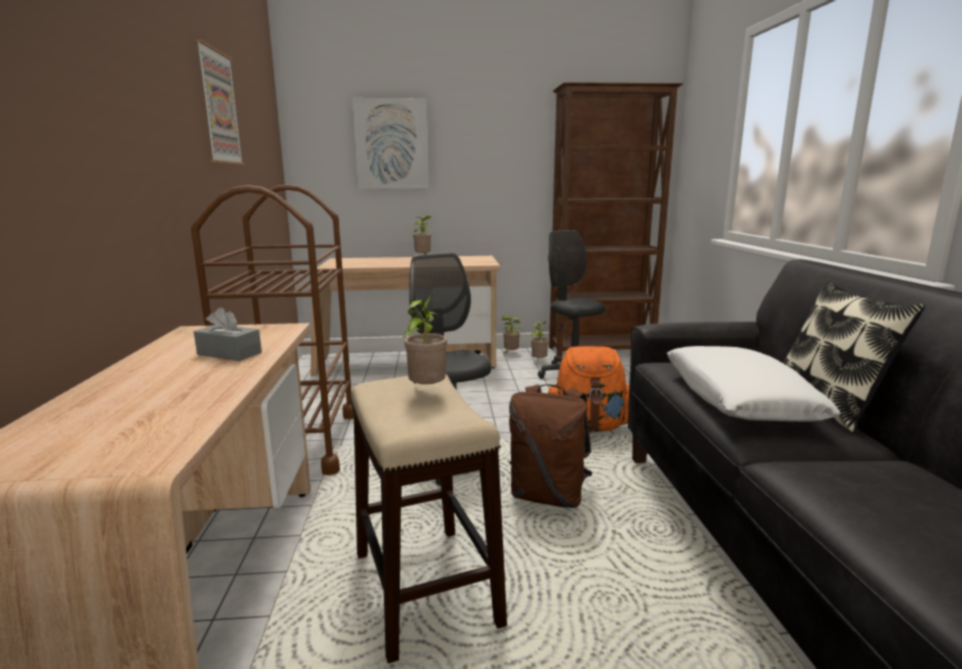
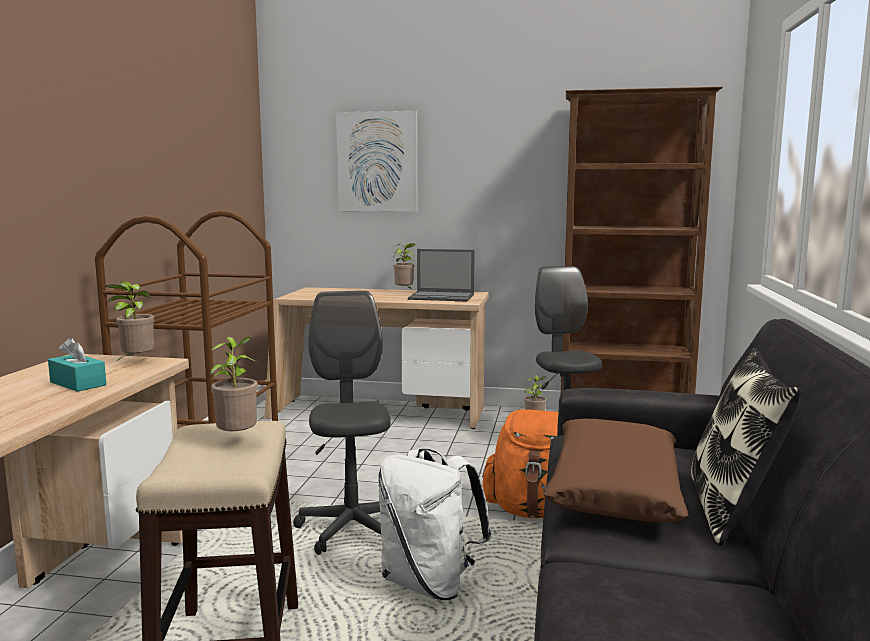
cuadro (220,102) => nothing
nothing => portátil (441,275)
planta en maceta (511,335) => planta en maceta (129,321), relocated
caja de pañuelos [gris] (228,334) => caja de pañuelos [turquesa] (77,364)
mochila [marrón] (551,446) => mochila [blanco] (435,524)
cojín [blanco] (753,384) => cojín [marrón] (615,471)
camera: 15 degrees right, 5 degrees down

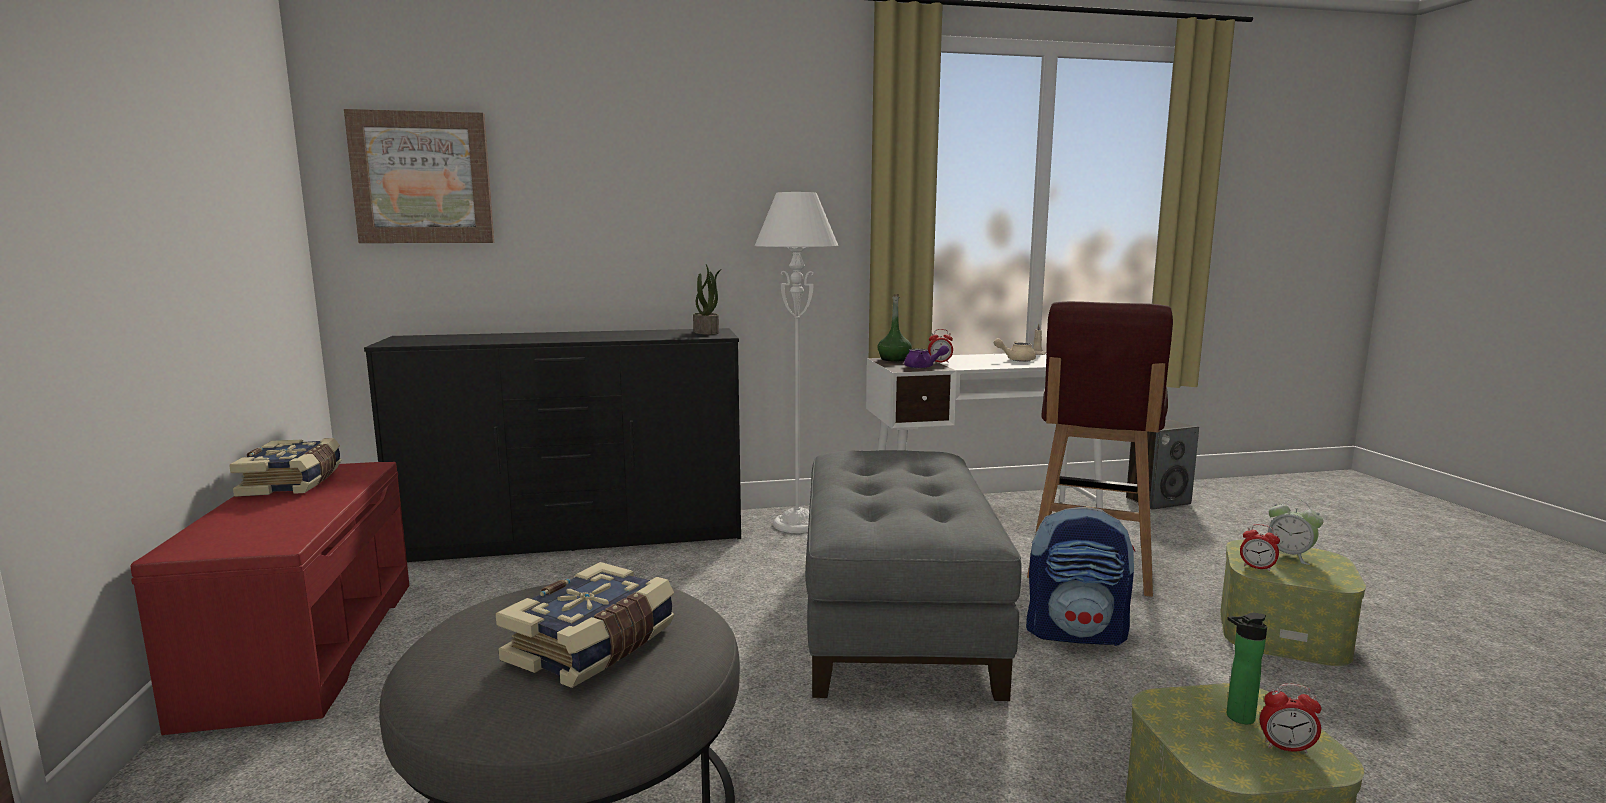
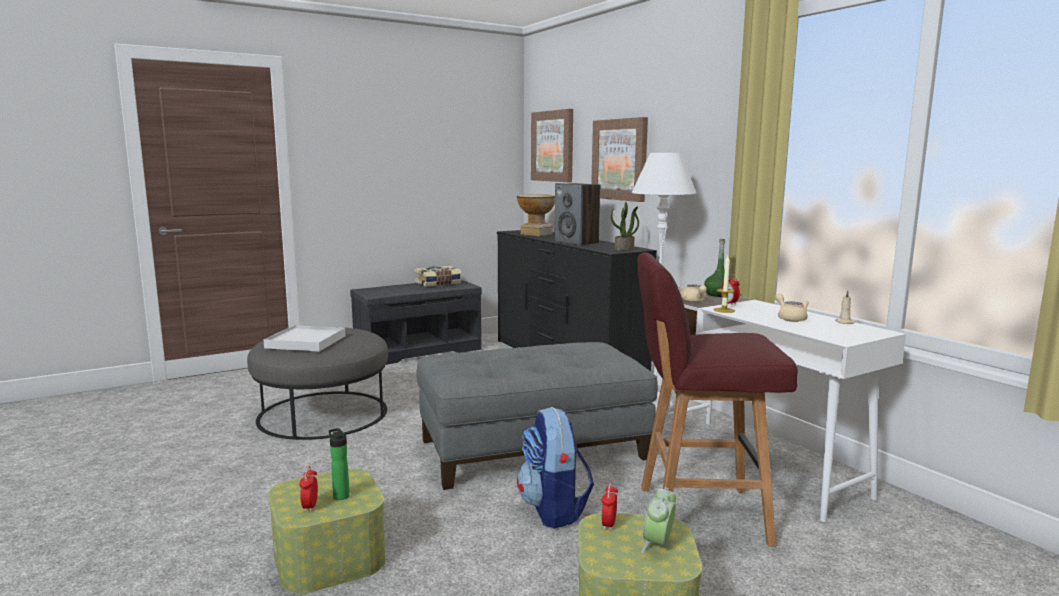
nothing => florero (536,215)
nothing => cuadro (619,159)
nothing => vela (724,284)
altavoz (1162,465) => altavoz (577,214), relocated
libro (585,625) => bandeja [blanco] (305,338)
banco [rojo] (270,598) => banco [gris] (416,322)
tetera [morado] (926,356) => tetera [beis] (693,293)
camera: 70 degrees right, 0 degrees up

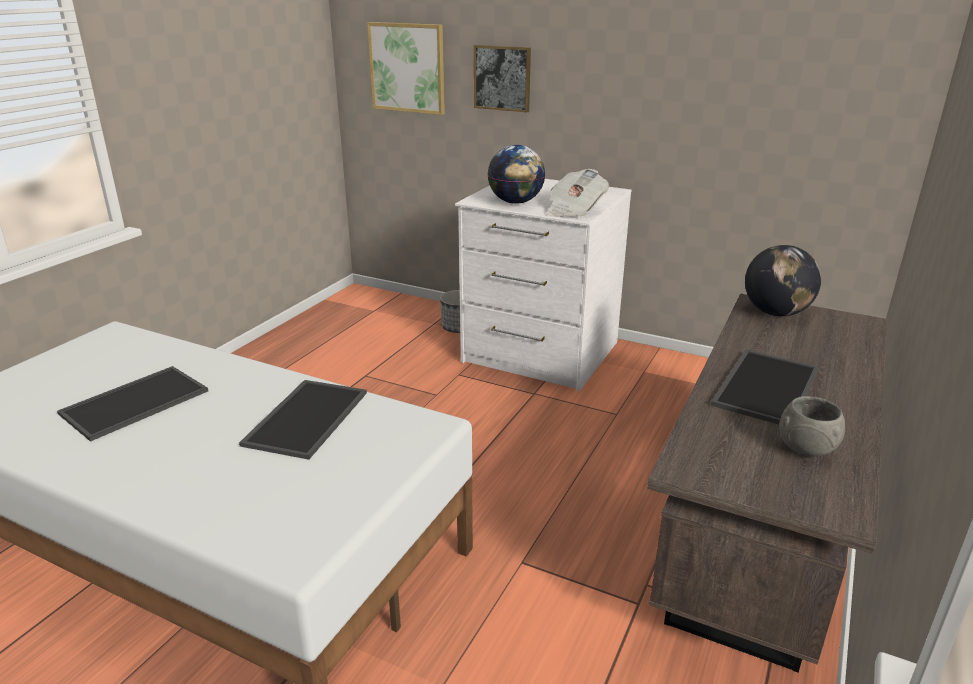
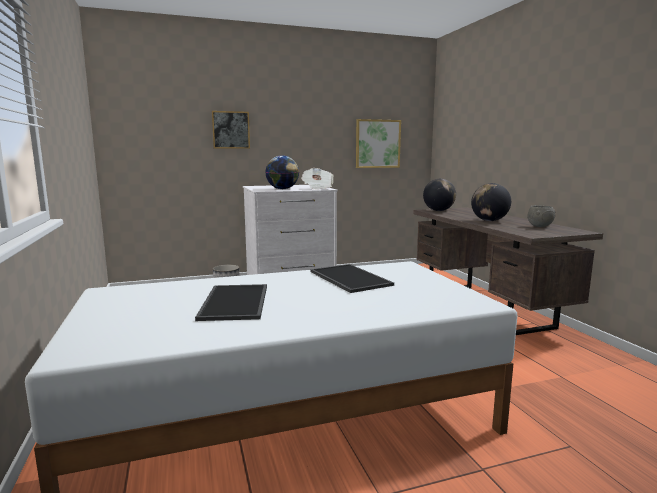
cuadro (406,68) => cuadro (378,143), relocated
bandeja (765,386) => globo terráqueo (491,202)
camera: 45 degrees left, 15 degrees down

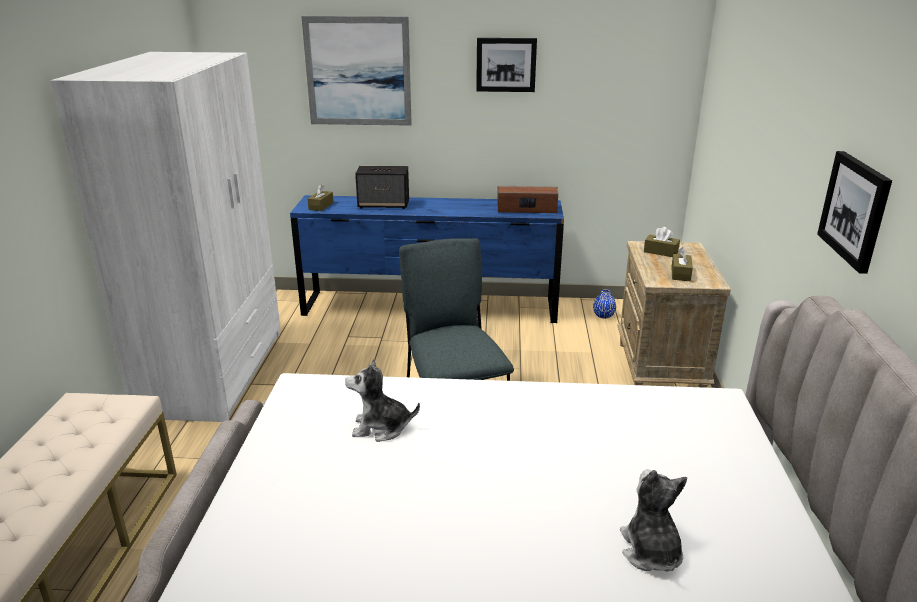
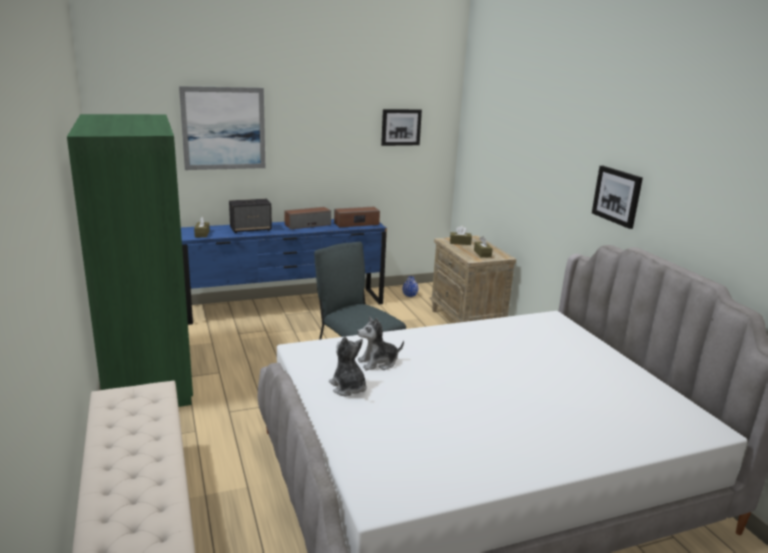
nothing => altavoz (307,218)
cuadro (506,65) => cuadro (401,127), relocated
peluche (653,520) => peluche (348,366), relocated
armario ropero [blanco] (165,237) => armario ropero [verde] (130,260)
camera: 25 degrees left, 5 degrees down

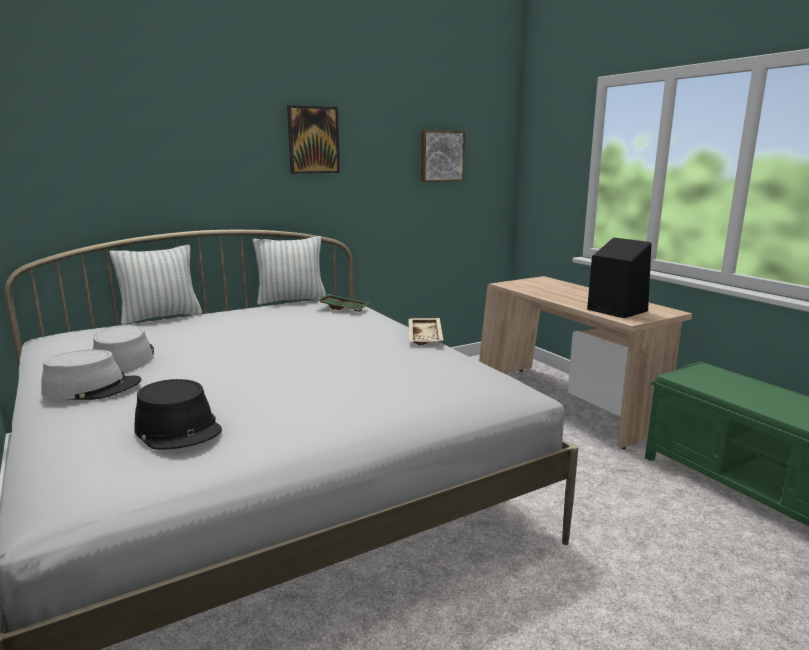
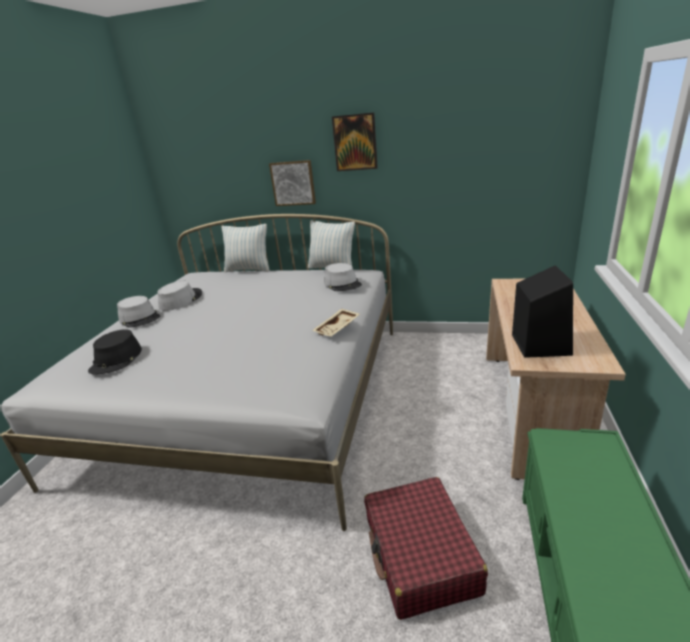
nothing => maleta [rojo] (426,548)
cuadro (443,156) => cuadro (292,183), relocated
bandeja [verde] (343,303) => sombrero [gris] (343,277)
camera: 45 degrees right, 10 degrees up

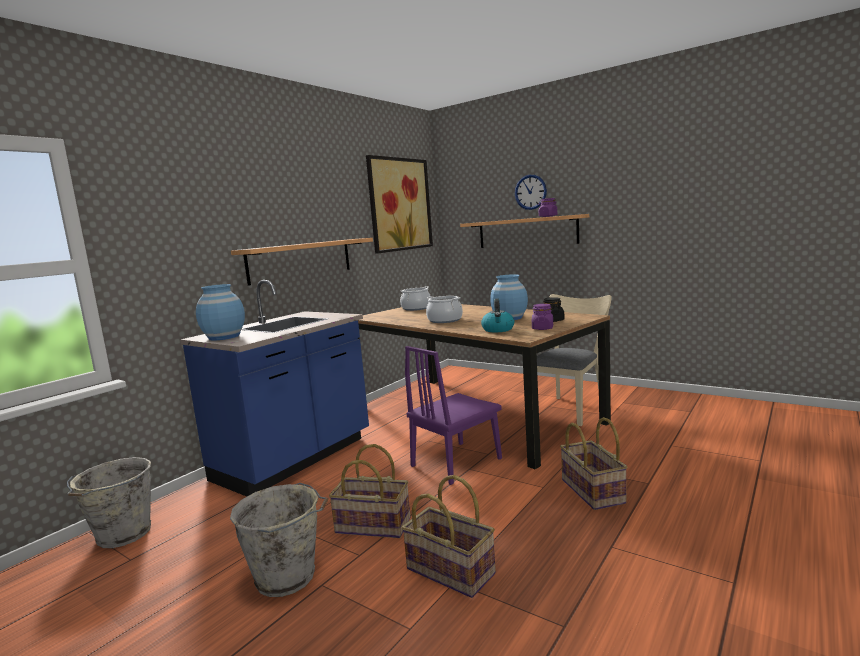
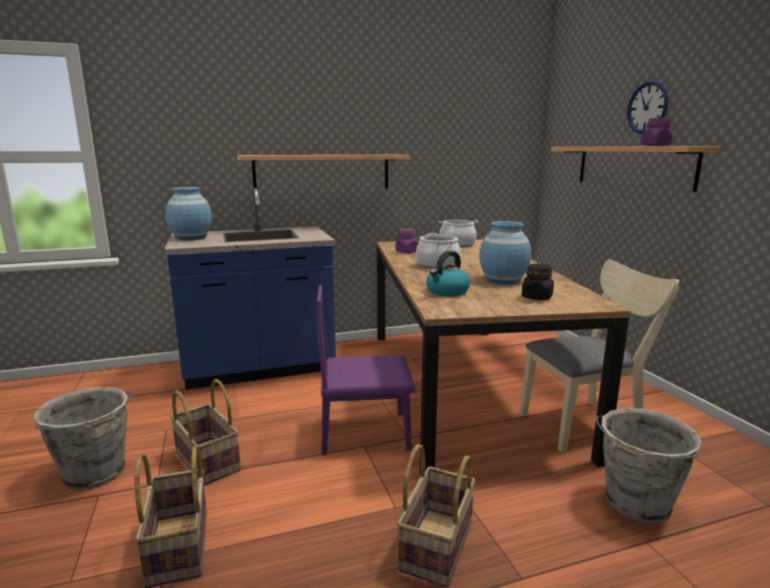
cuadro (399,204) => nothing
cubo [gris] (109,502) => cubo [gris] (648,466), relocated
tarro [morado] (542,317) => tarro [morado] (407,241), relocated
camera: 35 degrees right, 5 degrees up

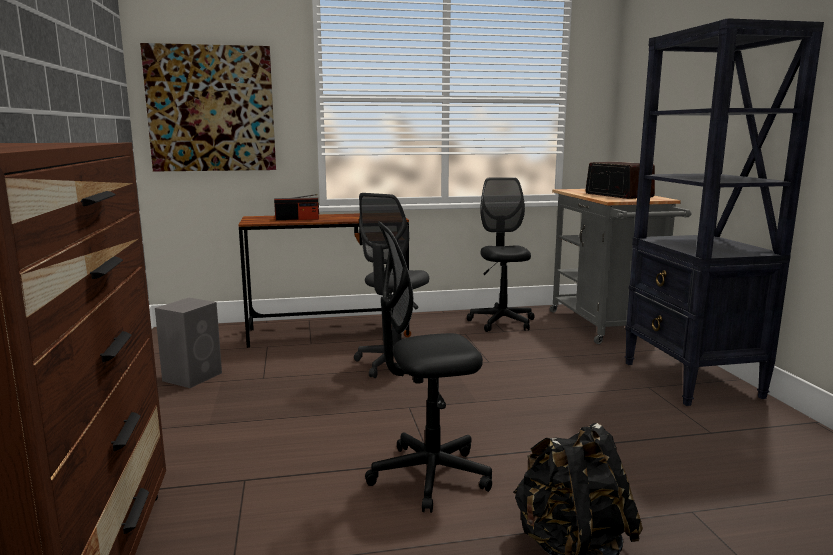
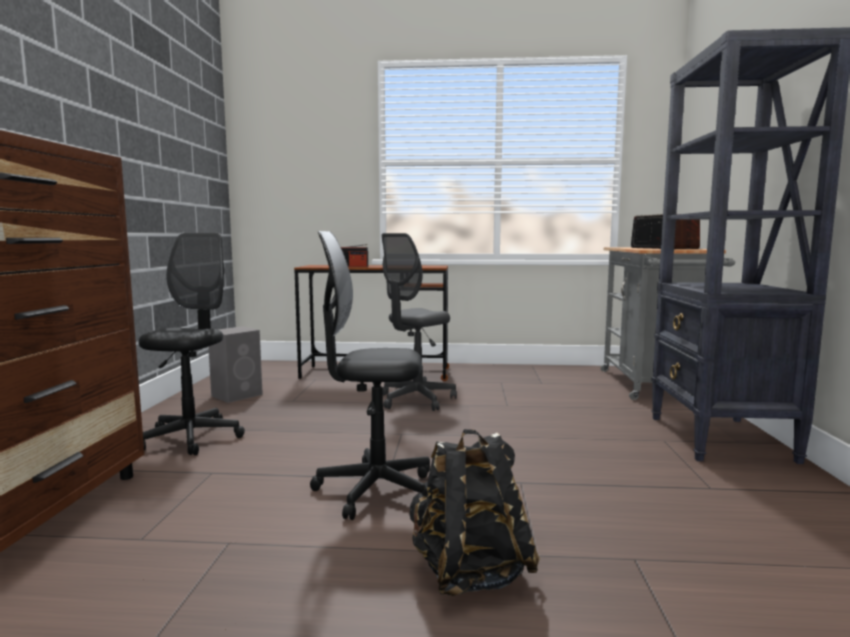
cuadro (208,107) => nothing
silla de oficina [negro] (501,254) => silla de oficina [negro] (192,344), relocated
camera: 15 degrees right, 5 degrees down

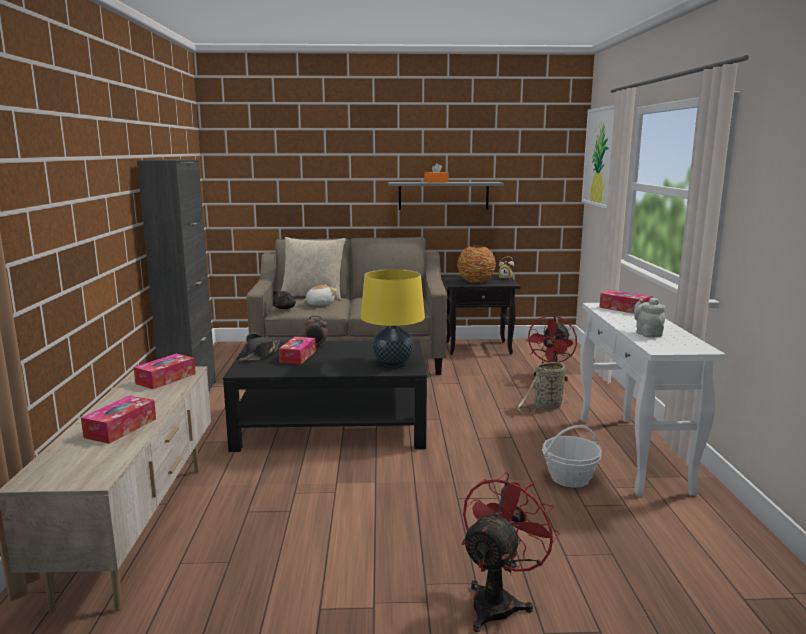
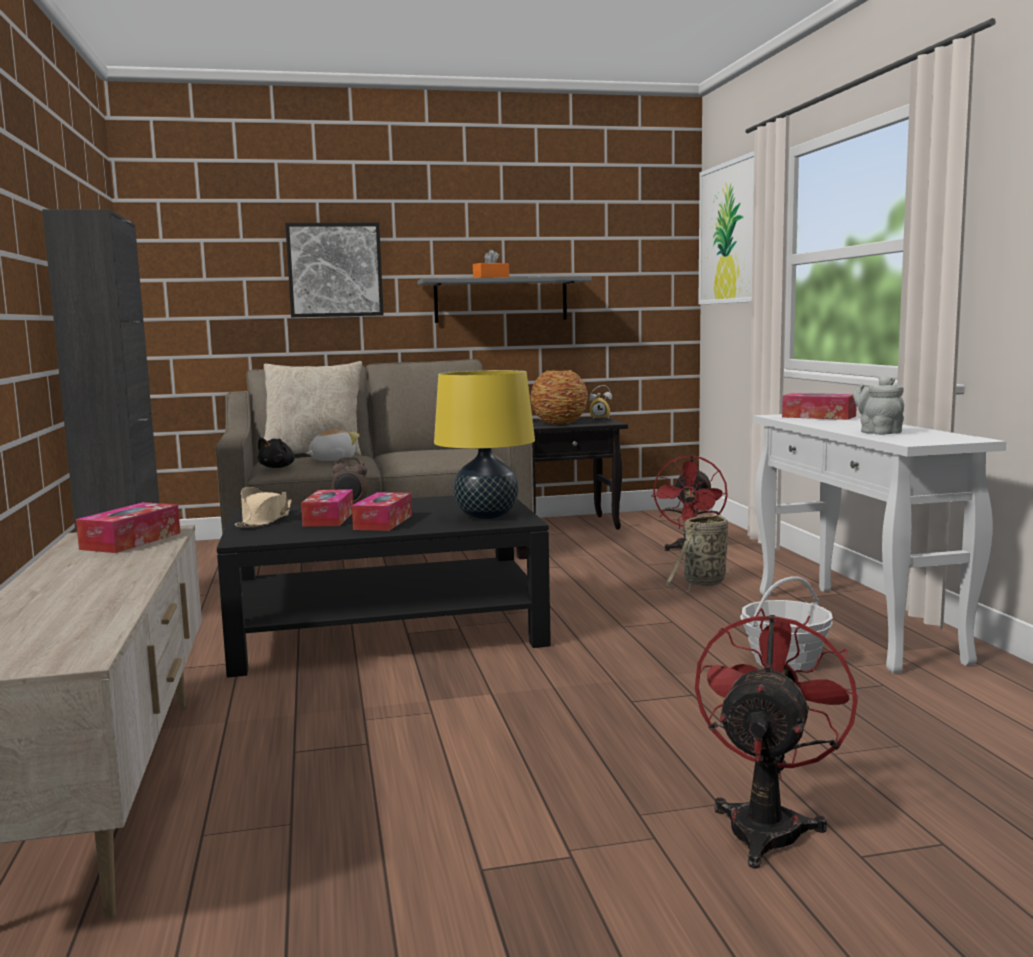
nothing => cuadro (334,270)
caja de pañuelos (118,420) => caja de pañuelos (382,511), relocated
sombrero [negro] (259,347) => sombrero [beis] (263,507)
camera: 10 degrees left, 5 degrees down

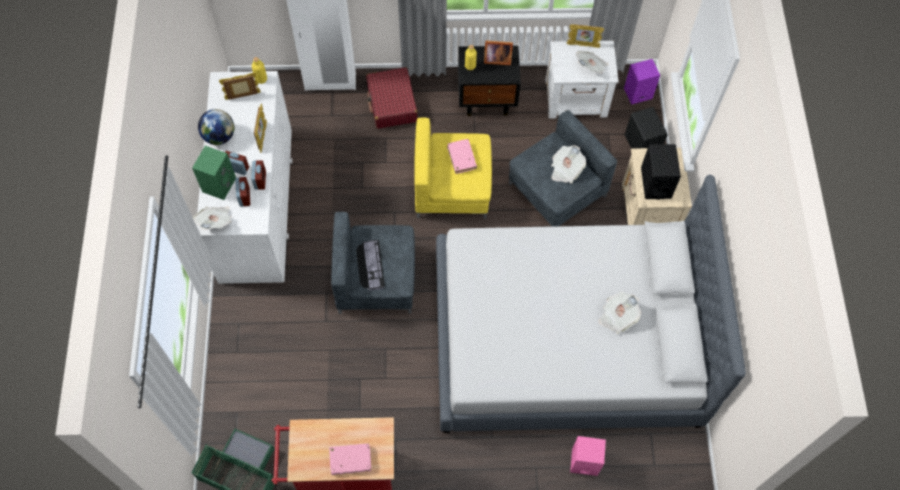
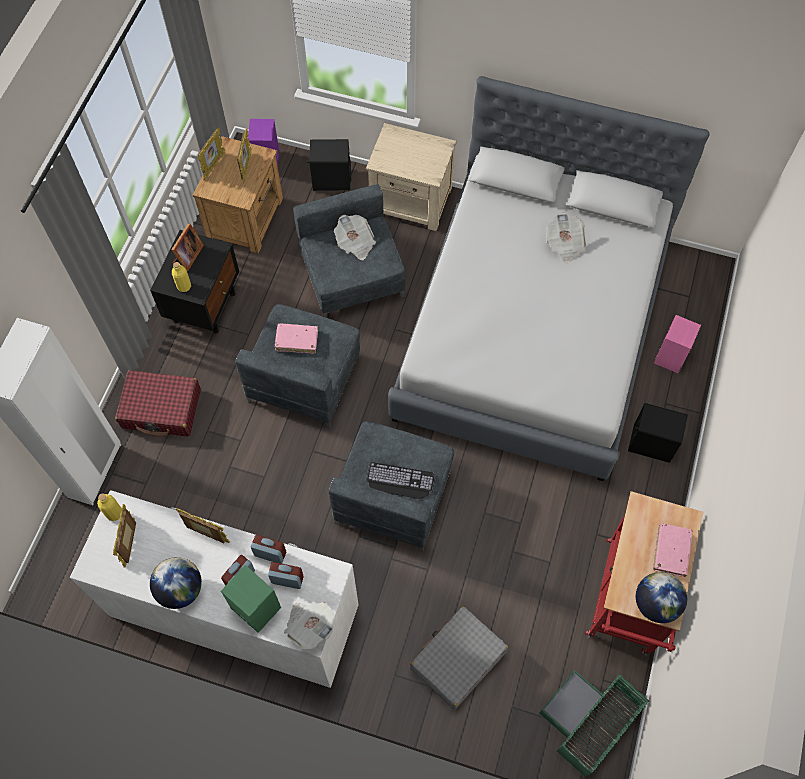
nothing => maleta [gris] (459,658)
nothing => globo terráqueo (661,597)
altavoz [negro] (661,172) => altavoz [negro] (658,433), relocated
periódico (592,62) => portarretratos (244,156)
sillón [amarillo] (453,168) => sillón [gris] (297,366)
mesita de noche [blanco] (582,79) => mesita de noche [marrón] (238,195)
camera: 70 degrees left, 0 degrees up

